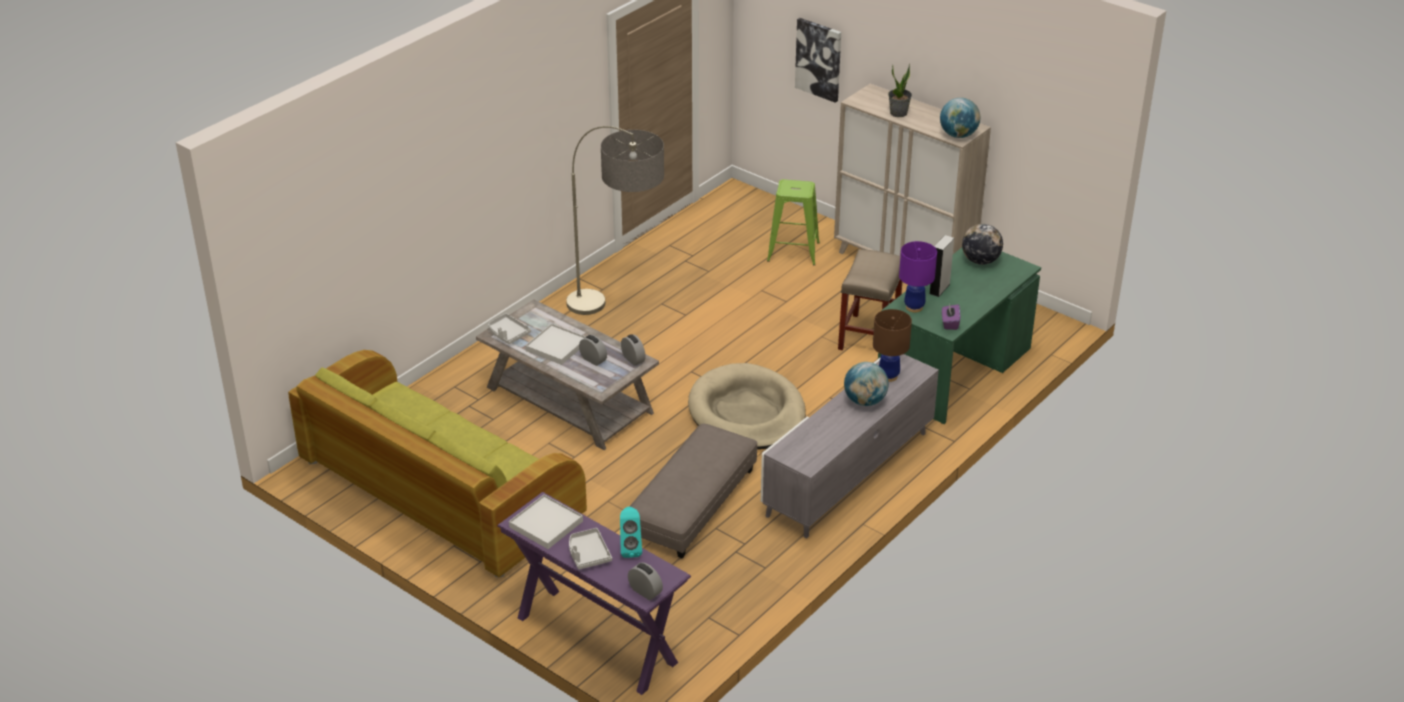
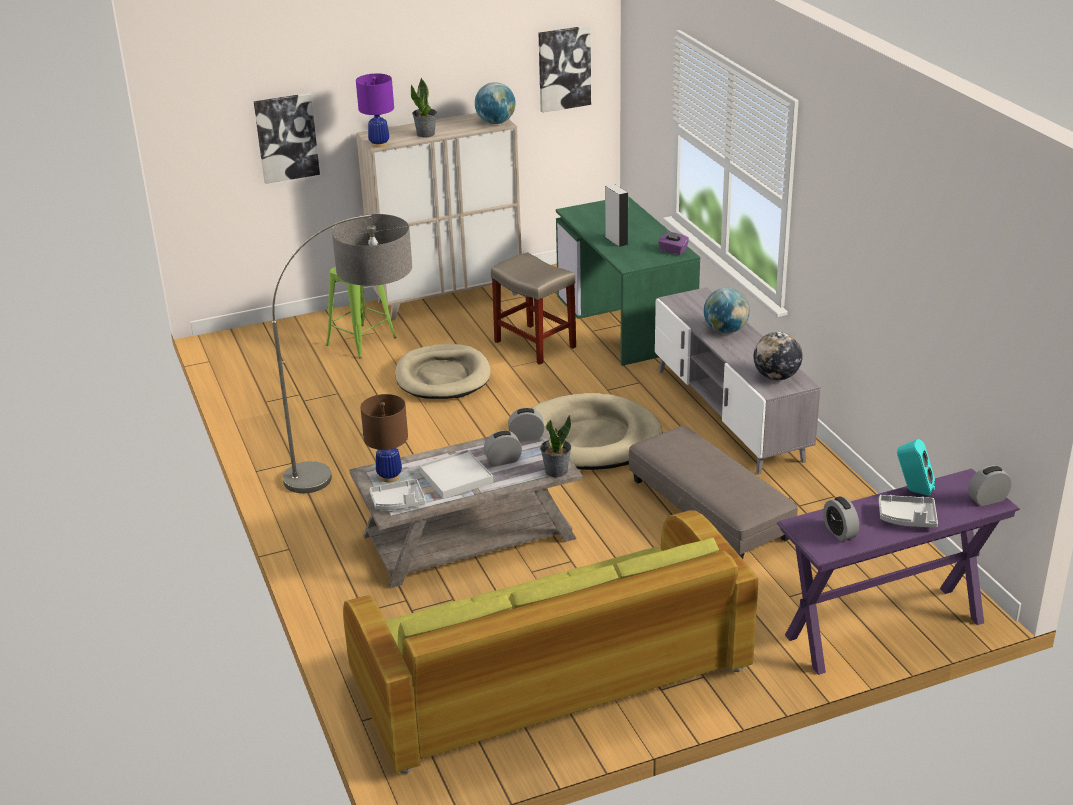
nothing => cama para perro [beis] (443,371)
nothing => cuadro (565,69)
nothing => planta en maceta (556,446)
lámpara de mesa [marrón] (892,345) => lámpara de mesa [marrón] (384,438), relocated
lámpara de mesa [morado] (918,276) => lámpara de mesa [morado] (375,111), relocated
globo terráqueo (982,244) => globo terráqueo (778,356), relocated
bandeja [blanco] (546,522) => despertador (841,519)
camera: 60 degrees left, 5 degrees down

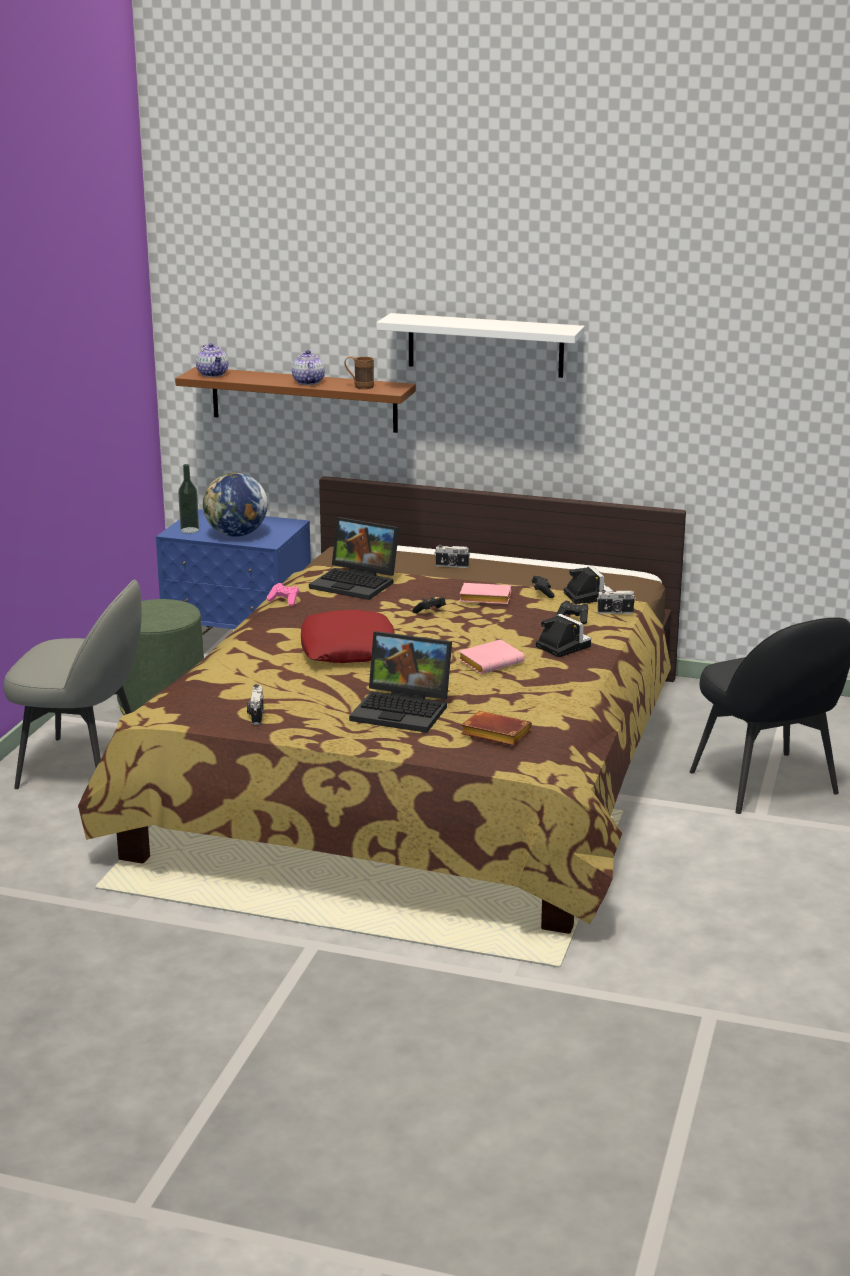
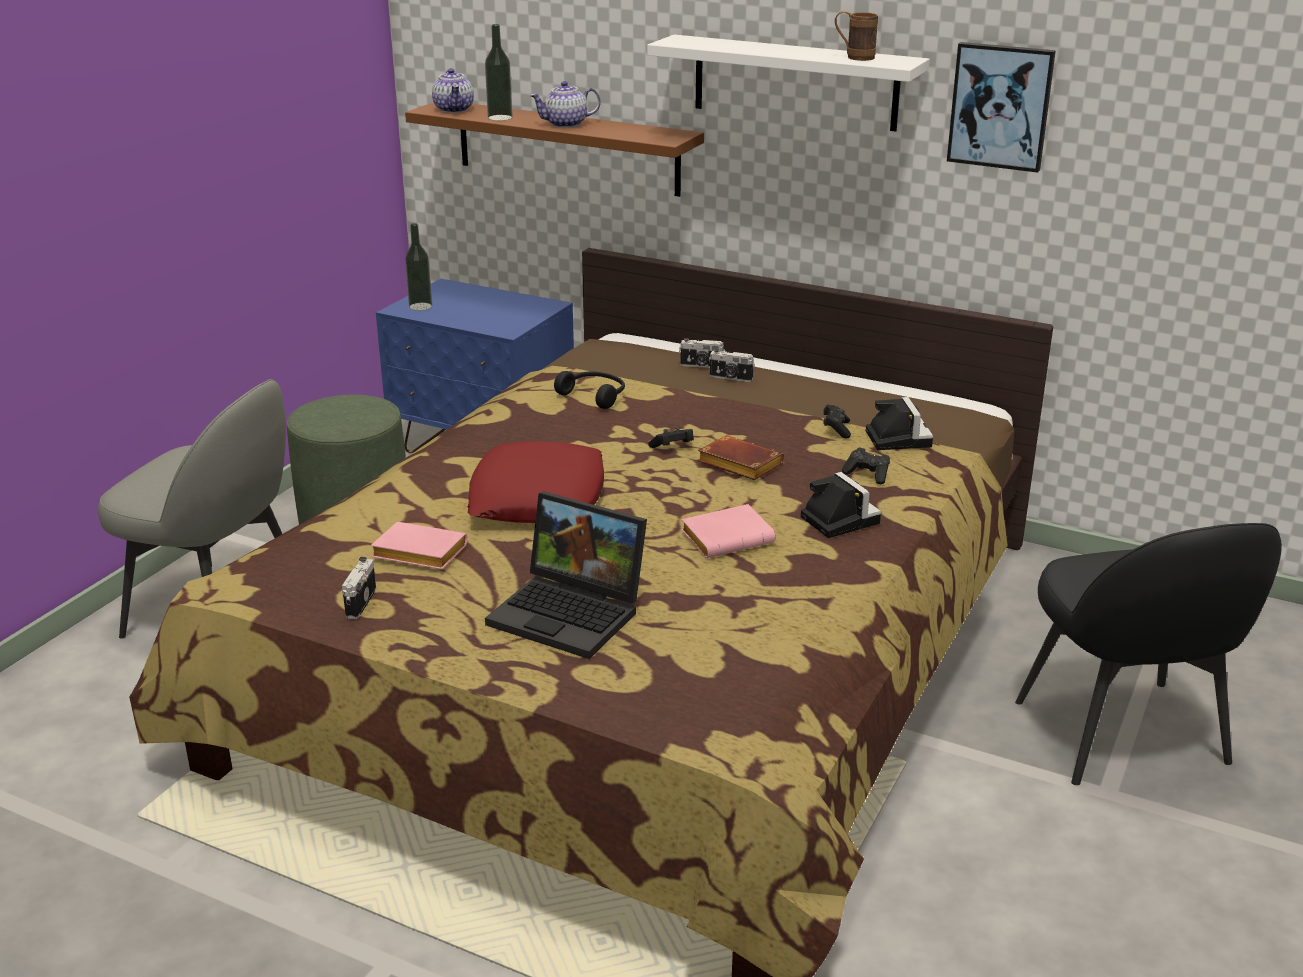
globo terráqueo (235,505) => nothing
mando de consola [rosa] (283,594) => nothing
nothing => botella (498,72)
nothing => cuadro (1001,107)
taza grande [marrón] (359,372) => taza grande [marrón] (856,36), relocated
libro [rosa] (485,593) => libro [rosa] (419,546), relocated
libro [marrón] (496,728) => libro [marrón] (740,457), relocated
cámara (616,602) => cámara (702,353), relocated
portátil (354,558) => auriculares [negro] (589,390)
tetera (308,367) => tetera (565,104), 105 degrees counterclockwise
camera: 10 degrees right, 5 degrees up

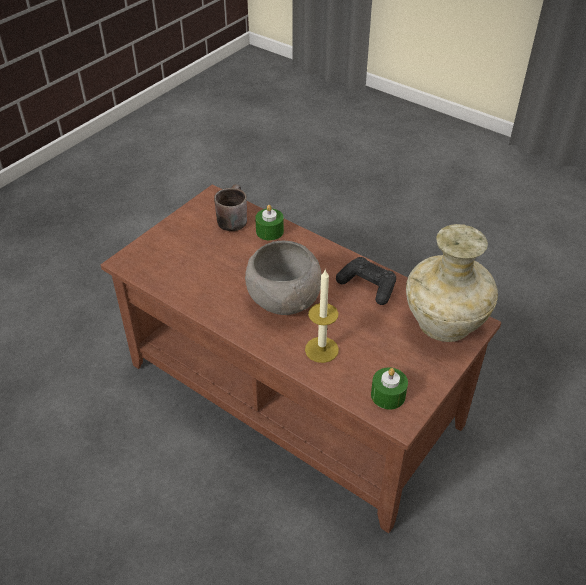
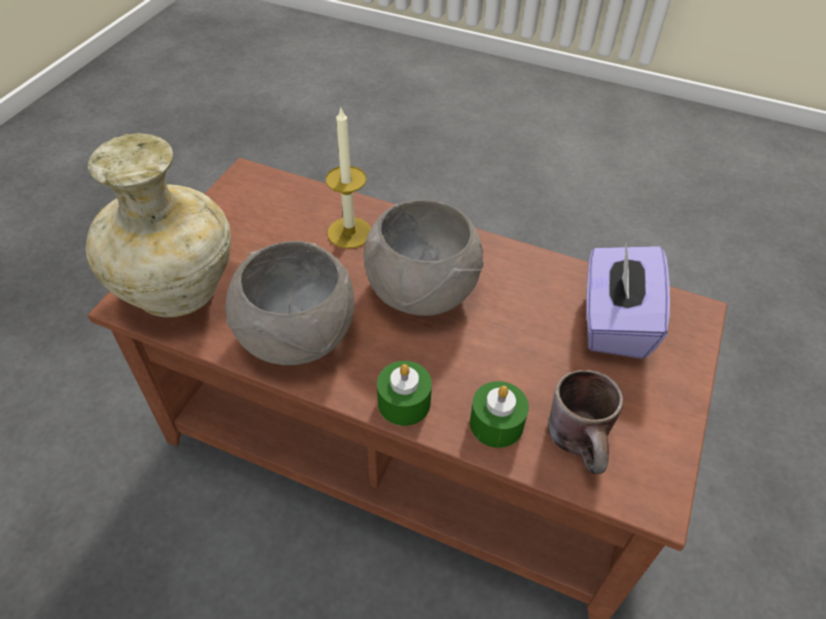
nothing => caja de pañuelos [morado] (628,300)
vela [verde] (389,388) => vela [verde] (404,393), relocated
mando de consola [negro] (366,281) => cuenco [gris] (289,303)
camera: 165 degrees right, 5 degrees up

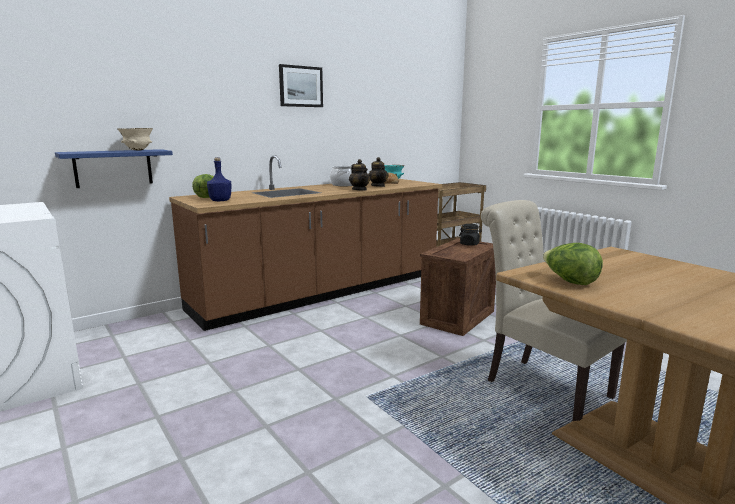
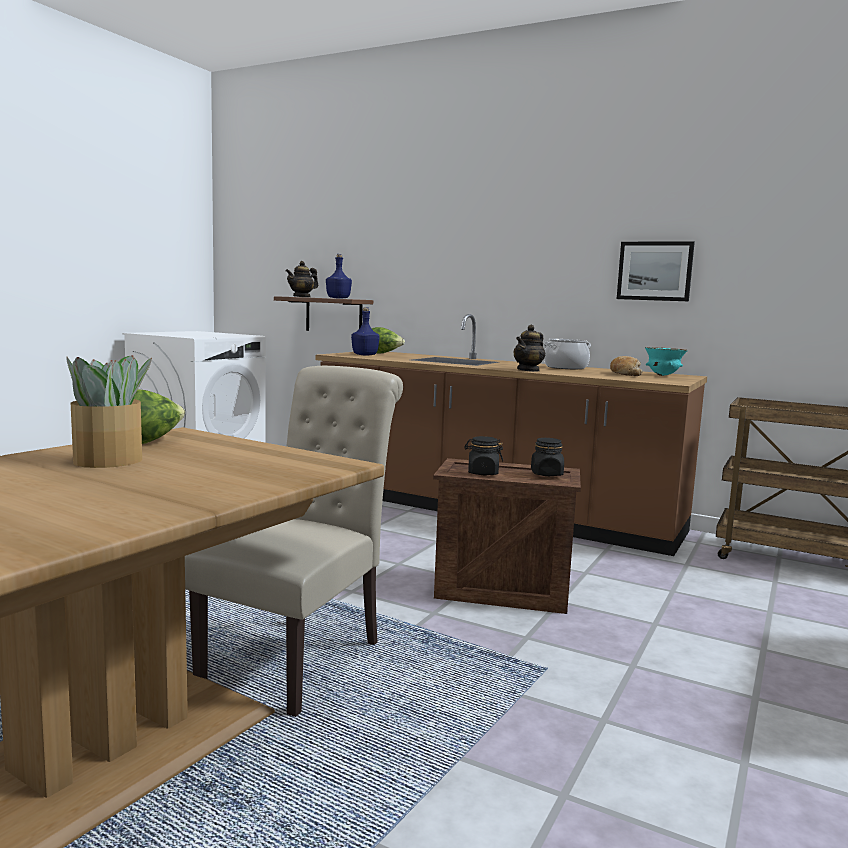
nothing => planta en maceta (109,411)
nothing => tarro [negro] (483,455)
cuadro (301,85) => cuadro (656,271), relocated
tetera (378,172) => tetera (302,279), relocated
cuenco [beis] (135,139) => botella [azul] (339,276)
estante [azul] (114,168) => estante [marrón] (323,313)
camera: 65 degrees right, 5 degrees down

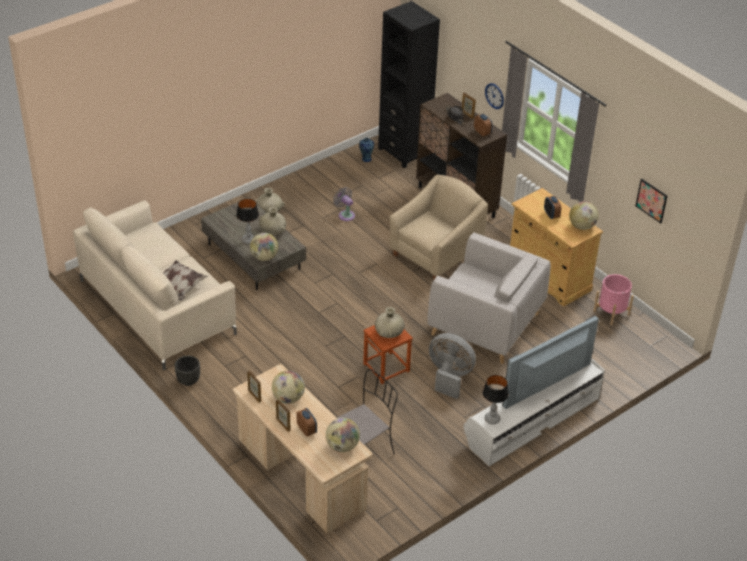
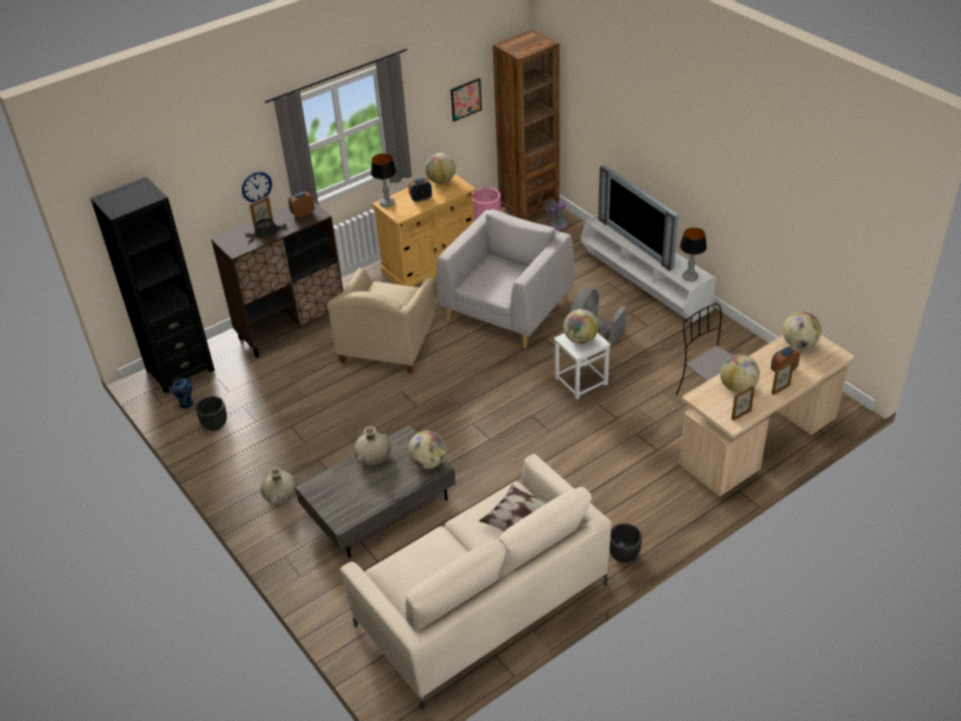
nothing => maceta [negro] (211,413)
nothing => estantería [marrón] (526,124)
lámpara de mesa (247,221) => lámpara de mesa (383,180), relocated
ventilador [gris] (344,204) => ventilador [gris] (556,214), relocated
florero [beis] (390,322) => globo terráqueo (581,326)
taburete [marrón] (388,354) => taburete [blanco] (582,365)
sillón [beis] (438,227) => sillón [beis] (381,321), 120 degrees counterclockwise
camera: 85 degrees left, 0 degrees up

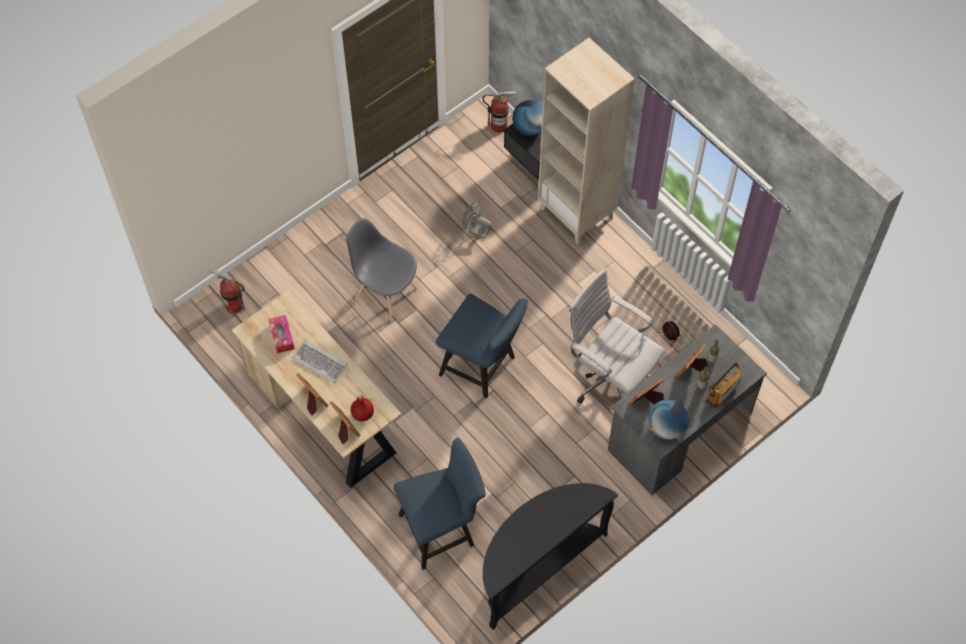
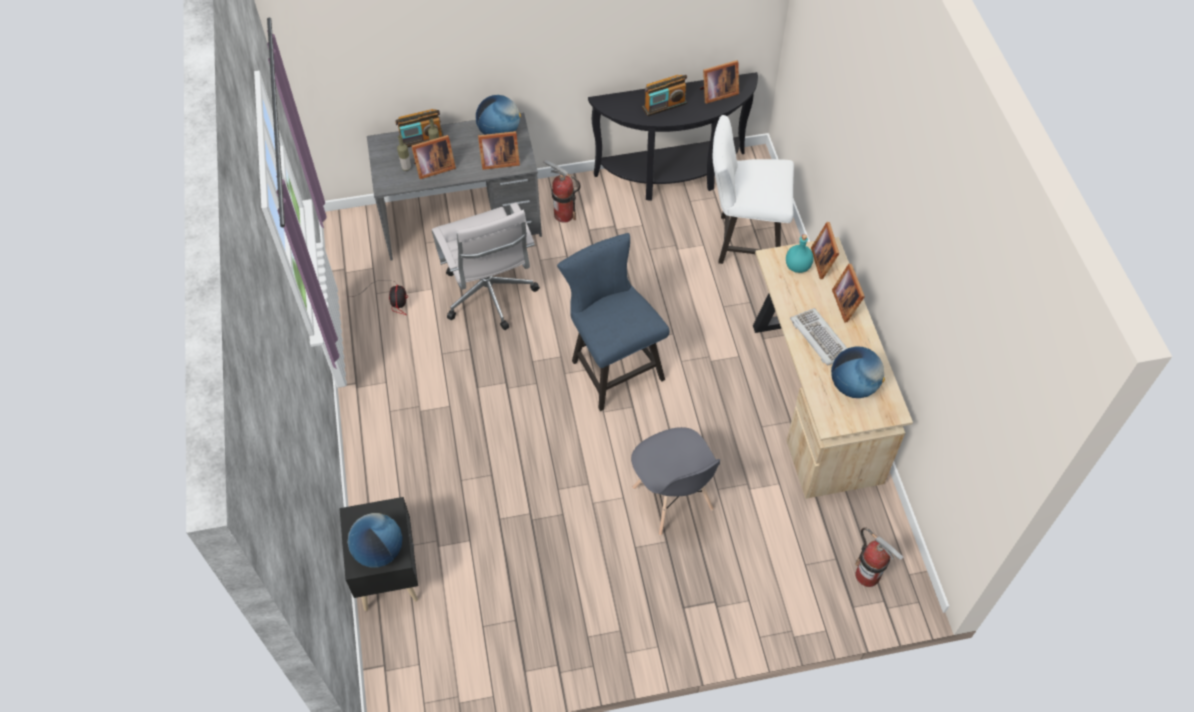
ventilador [gris] (477,220) => nothing
estantería [beis] (586,141) => nothing
nothing => radio (664,95)
nothing => portarretratos (719,82)
extintor (499,112) => extintor (562,191), relocated
caja de pañuelos (281,334) => globo terráqueo (858,372)
botella [rojo] (362,408) => botella [turquesa] (799,253)
silla [azul] (440,503) => silla [blanco] (753,189)
camera: 150 degrees left, 5 degrees down

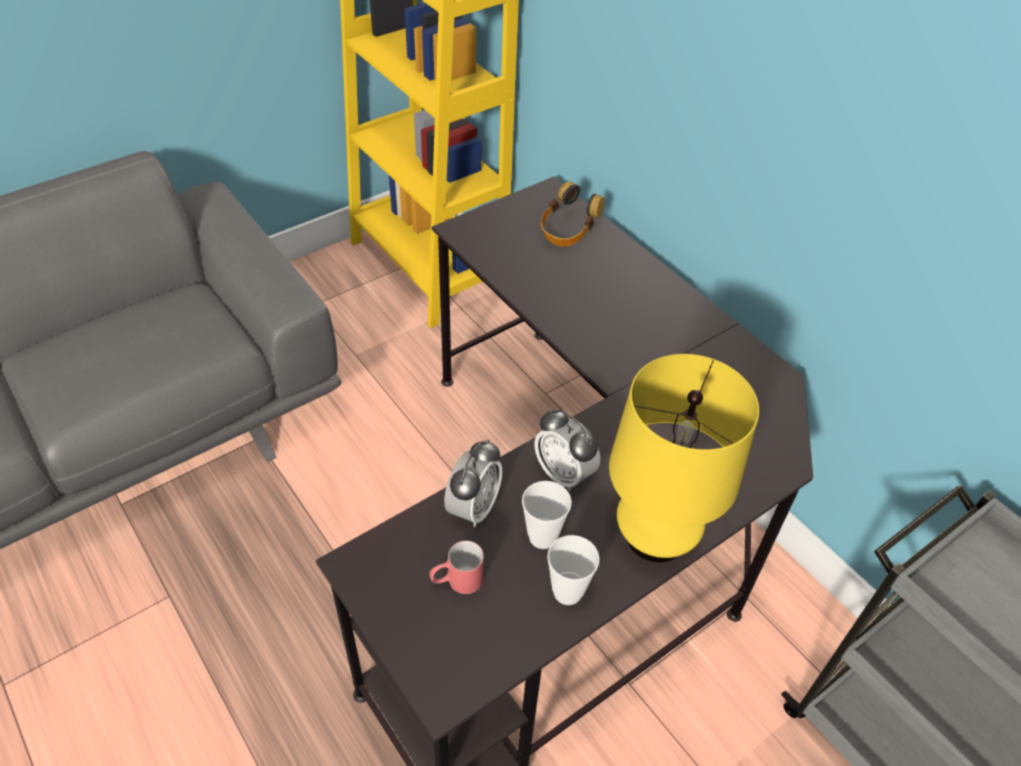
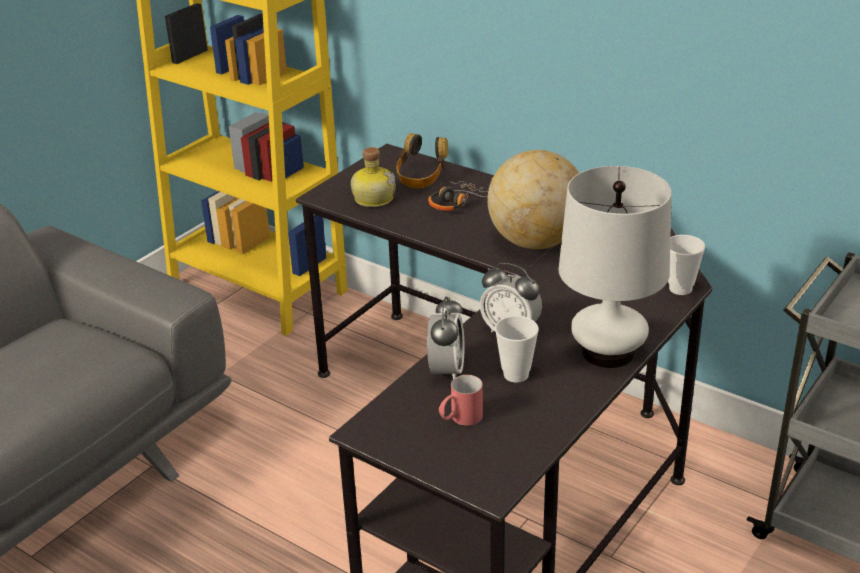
nothing => botella (373,177)
nothing => auriculares (458,196)
nothing => globo terráqueo (533,199)
taza (573,570) => taza (686,265), relocated
lámpara de mesa [amarillo] (684,458) => lámpara de mesa [blanco] (615,267)
camera: 15 degrees left, 15 degrees down

